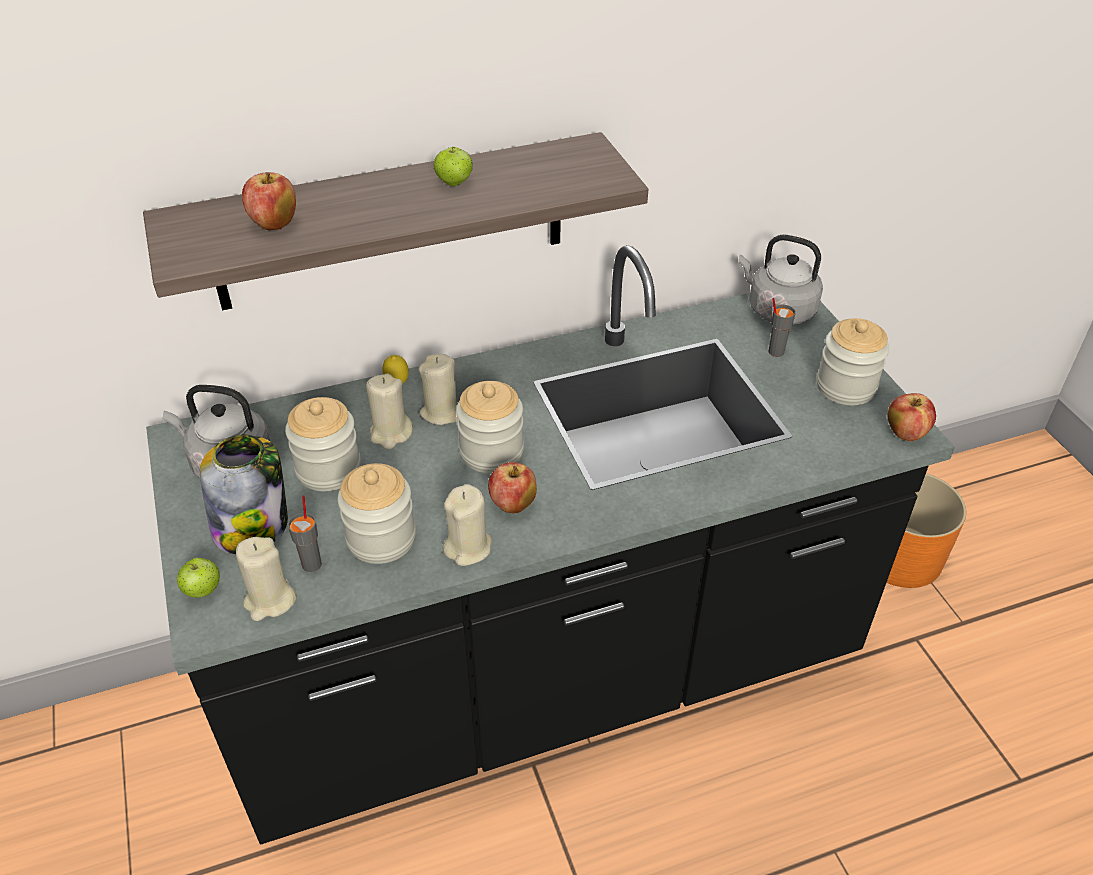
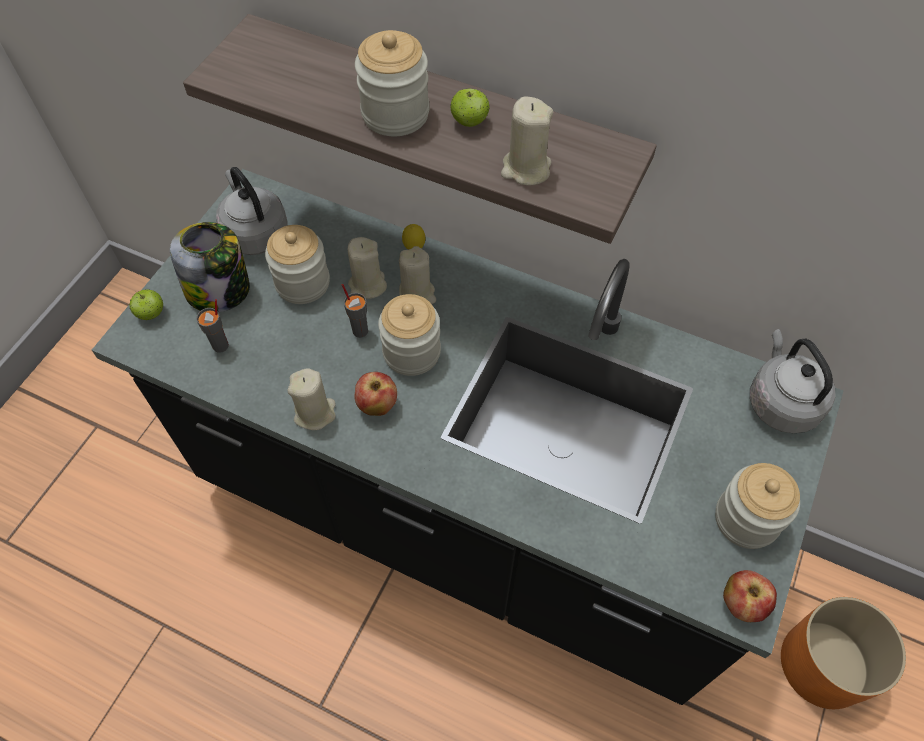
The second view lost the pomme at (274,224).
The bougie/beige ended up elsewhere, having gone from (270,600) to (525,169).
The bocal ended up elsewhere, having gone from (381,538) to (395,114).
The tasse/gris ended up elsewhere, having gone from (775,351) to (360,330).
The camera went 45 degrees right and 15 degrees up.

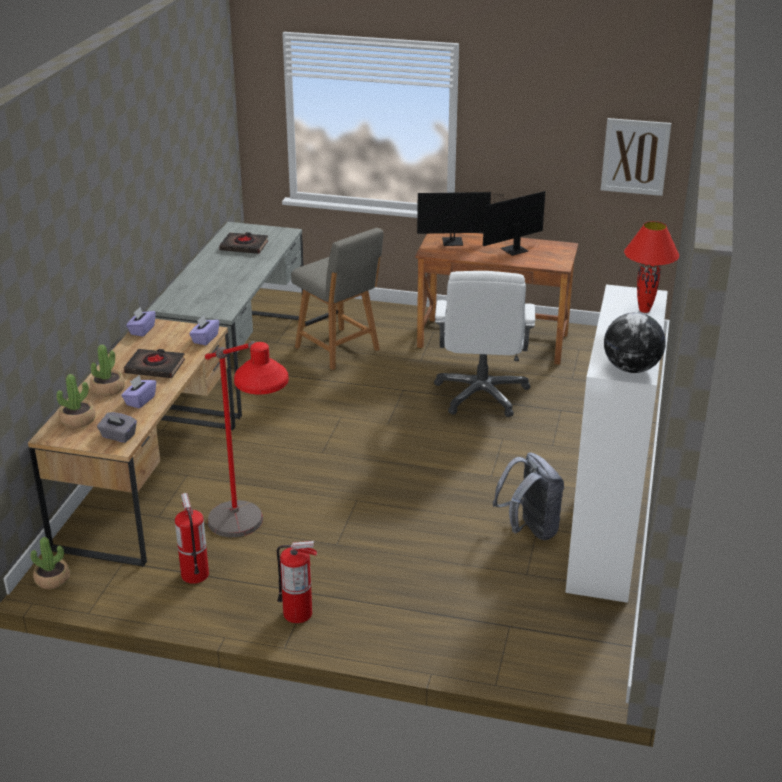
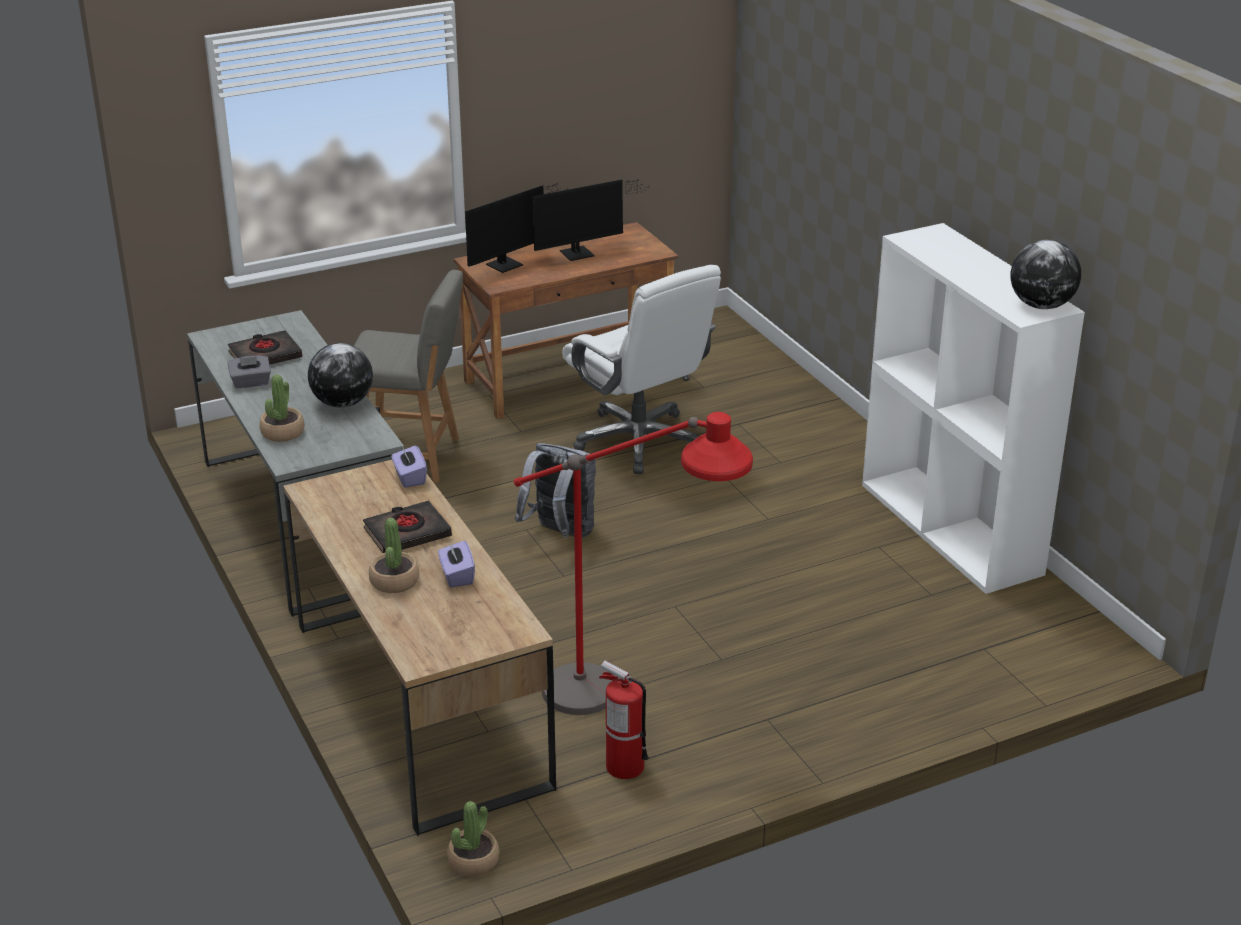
The second view lost the boîte à mouchoirs/violet at (142,330).
The second view lost the extincteur at (298,613).
The second view lost the tableau at (635,156).
The second view lost the lampe de table/rouge at (645,310).
The second view gained the globe at (343,403).
The plante en pot ended up elsewhere, having gone from (78,420) to (282,432).
The boîte à mouchoirs/gris ended up elsewhere, having gone from (118,436) to (251,383).
The sac à dos/gris ended up elsewhere, having gone from (529,530) to (560,534).
The écran d'ordinateur at (510,250) ended up facing another way, 135 degrees counterclockwise from before.
The camera went 40 degrees left and 0 degrees up.

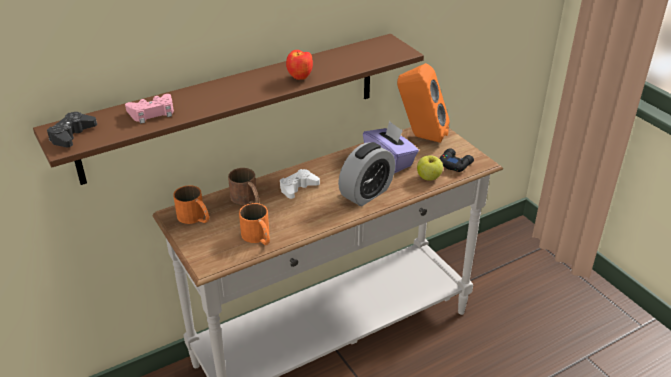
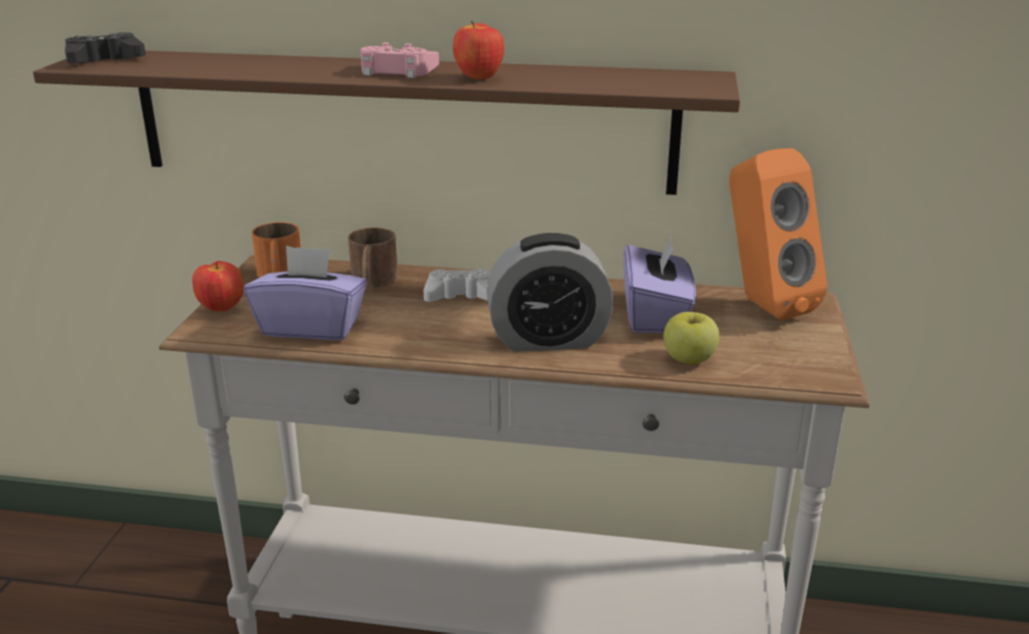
The second view lost the manette/noir at (455,164).
The second view gained the pomme at (222,309).
The manette/rose ended up elsewhere, having gone from (152,113) to (397,71).
Where the mug/orange stood at (258,237), the boîte à mouchoirs/violet came to stand at (311,327).
The camera went 40 degrees right and 10 degrees down.

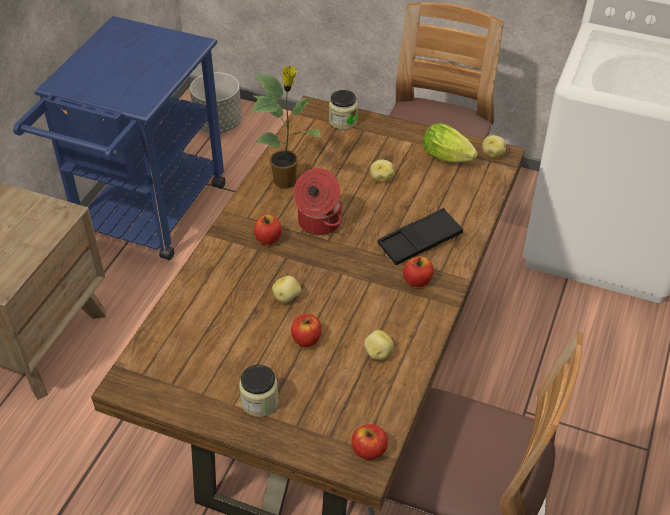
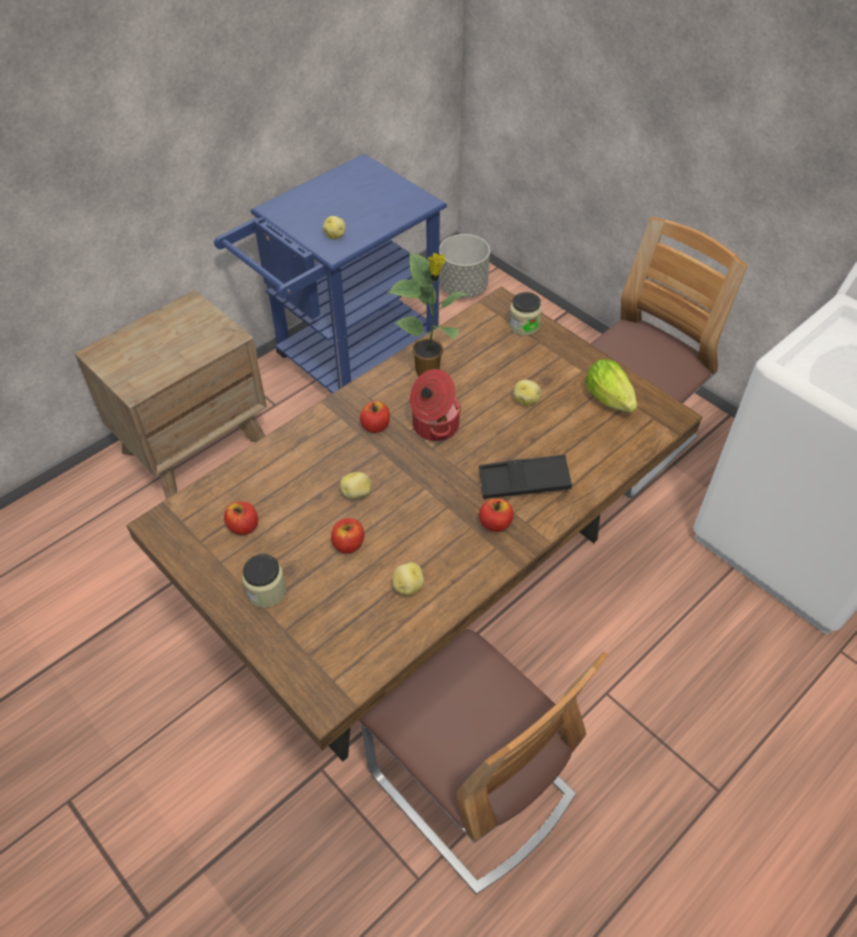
The pomme ended up elsewhere, having gone from (369,450) to (243,527).
The pomme de terre ended up elsewhere, having gone from (492,154) to (335,235).
The camera went 25 degrees right and 5 degrees up.

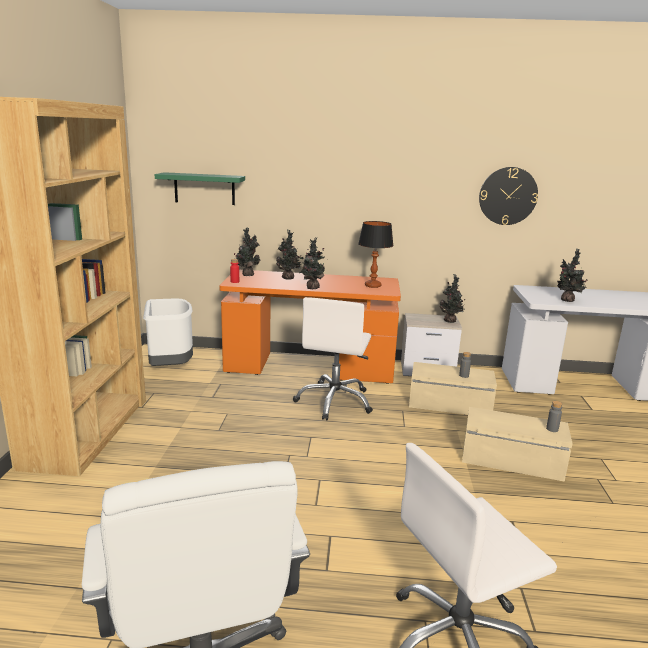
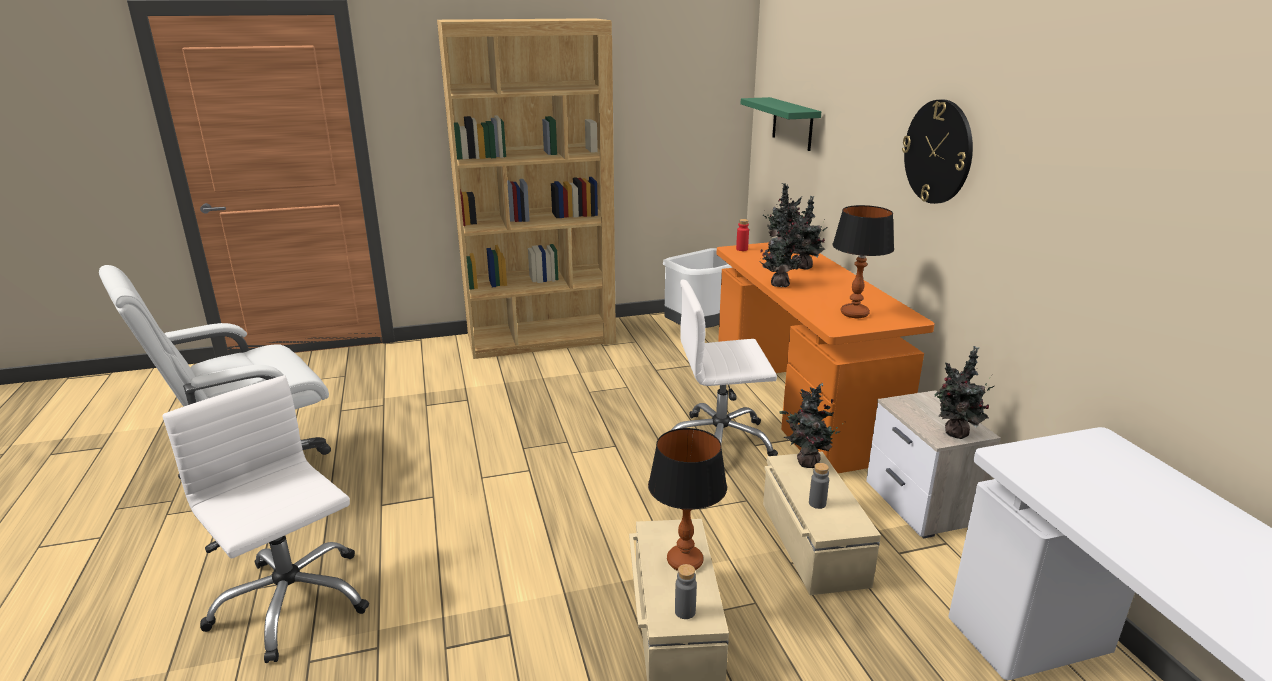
The second view gained the lampe de table at (684,561).
The horloge murale ended up elsewhere, having gone from (508,196) to (938,152).
The plante en pot ended up elsewhere, having gone from (567,300) to (806,463).
The camera went 70 degrees right and 5 degrees up.

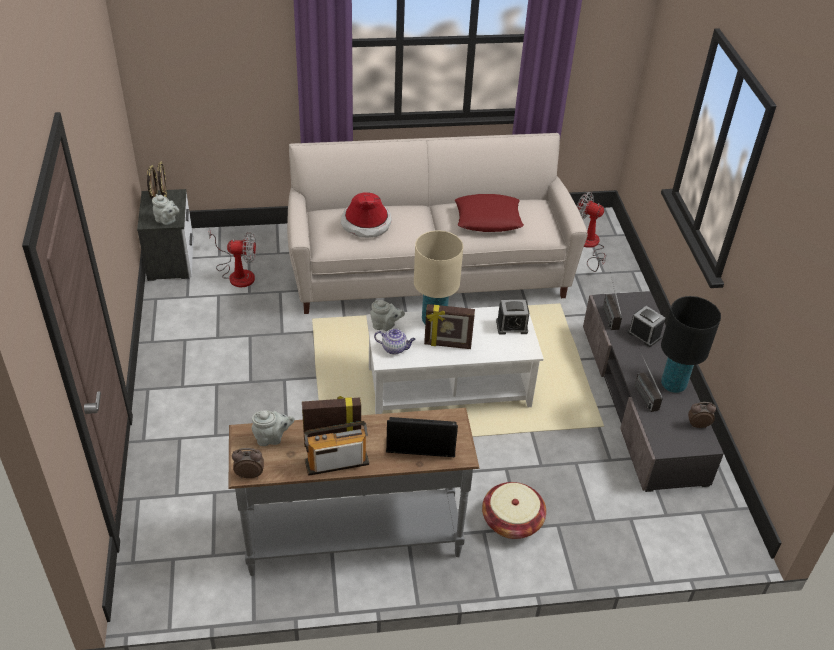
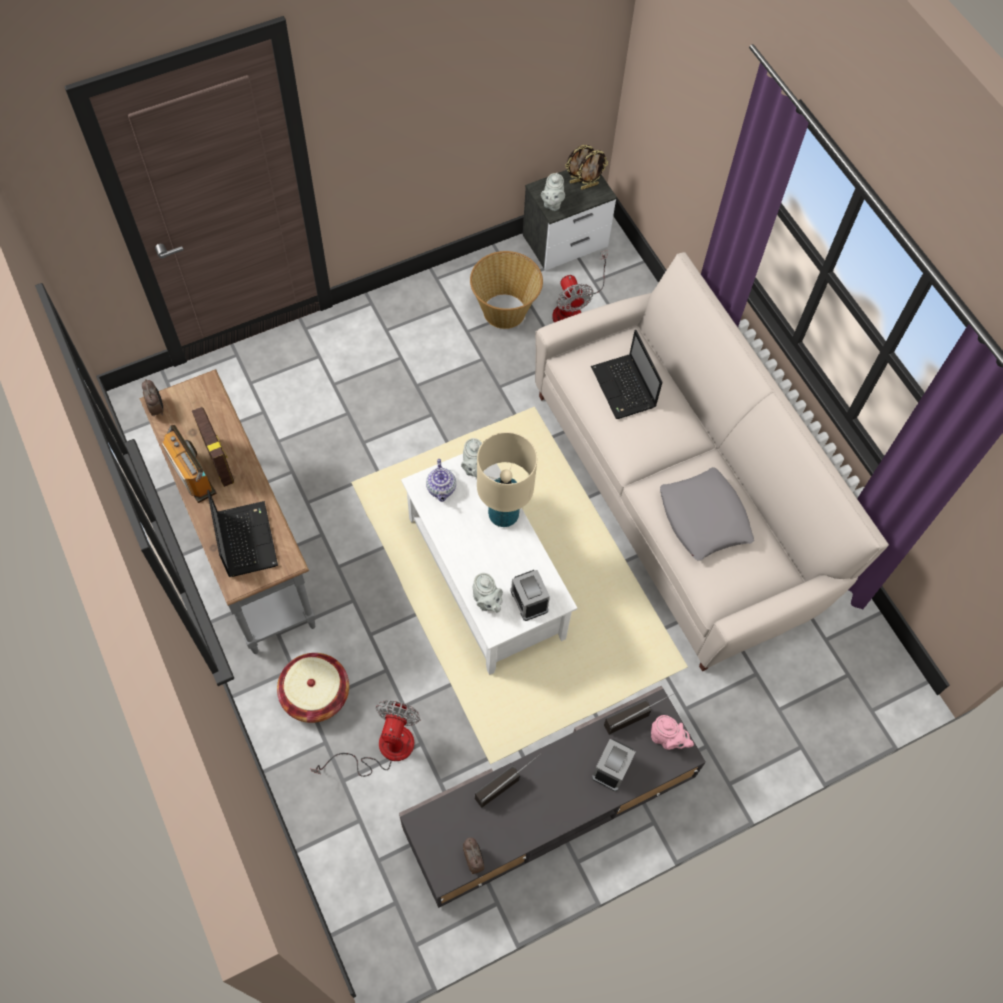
The second view lost the cadre photo at (447,345).
The second view lost the lampe de table/noir at (673,385).
The second view gained the panier at (505,310).
The second view gained the théière/rose at (667,739).
The théière/gris ended up elsewhere, having gone from (272,438) to (487,601).
The ventilateur ended up elsewhere, having gone from (589,246) to (383,749).
Where the chapeau stood at (366,223), the ordinateur portable came to stand at (624,388).
What was the coussin/rouge at (488,218) turned into the coussin/gris at (704,518).
The camera went 70 degrees right and 20 degrees up.

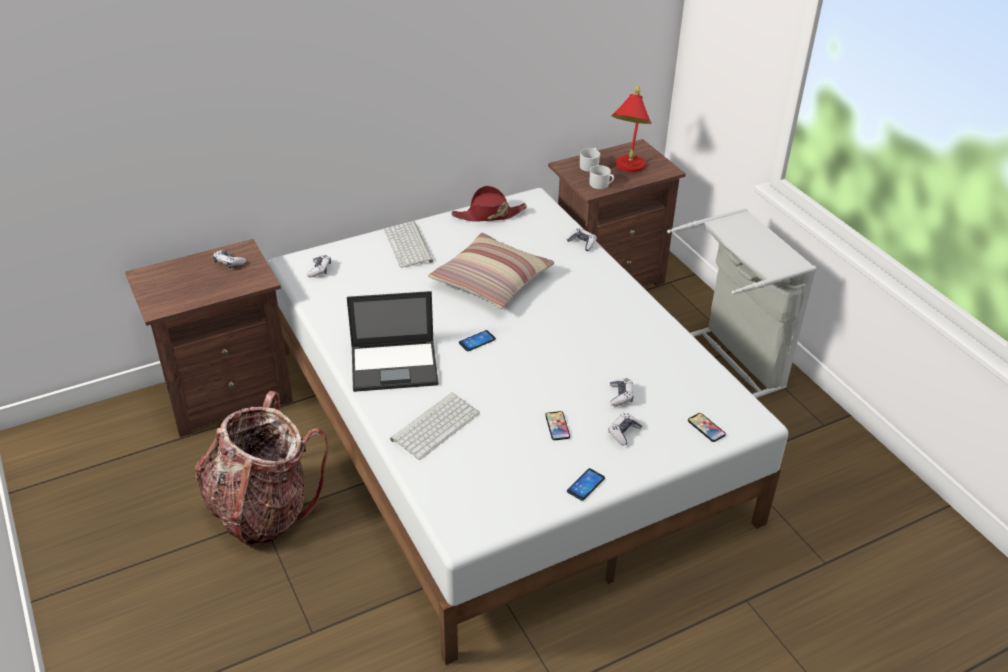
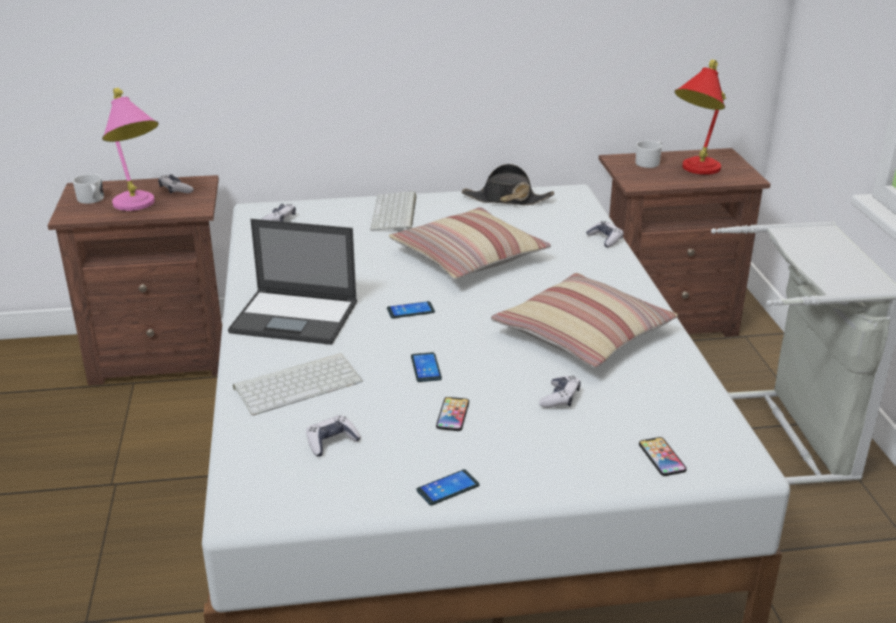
The second view lost the sac à dos at (263,510).
The second view gained the lampe de table/rose at (138,208).
The second view gained the téléphone at (426,368).
The second view gained the coussin at (583,335).
The mug/blanc ended up elsewhere, having gone from (601,185) to (91,200).
The manette ended up elsewhere, having gone from (624,432) to (331,442).
What was the chapeau/rouge at (488,215) turned into the chapeau/noir at (506,199).
The camera went 20 degrees right and 10 degrees down.

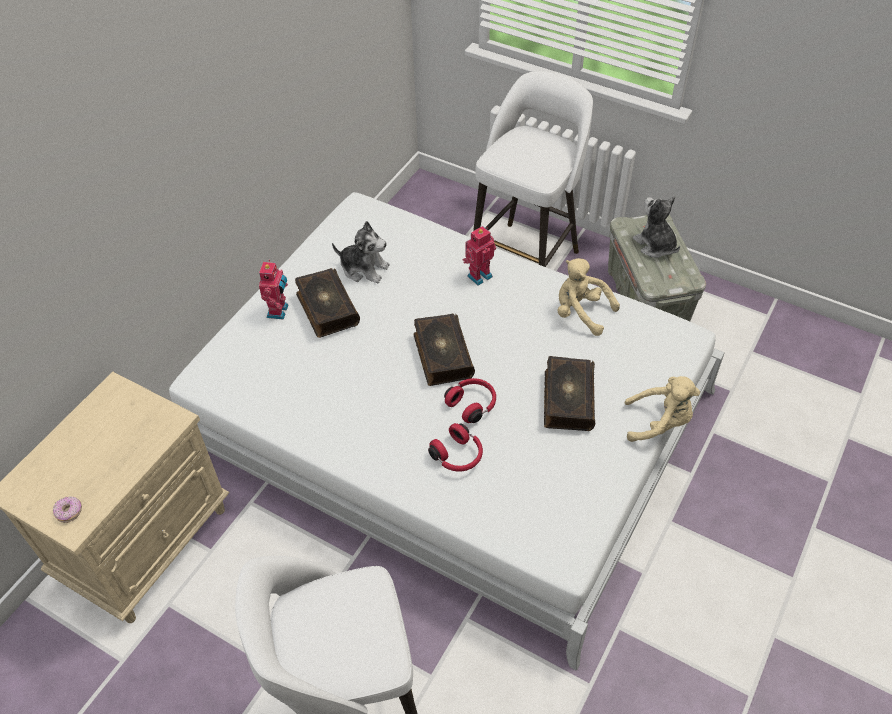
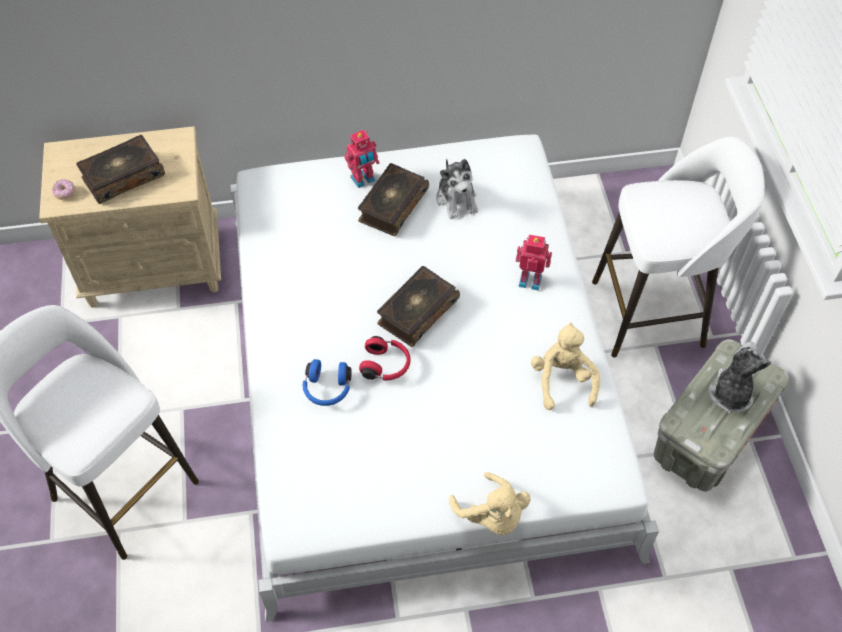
The livre ended up elsewhere, having gone from (567,400) to (123,176).
What was the casque audio/rouge at (458,456) turned into the casque audio/bleu at (327,389).
The camera went 50 degrees right and 5 degrees up.

